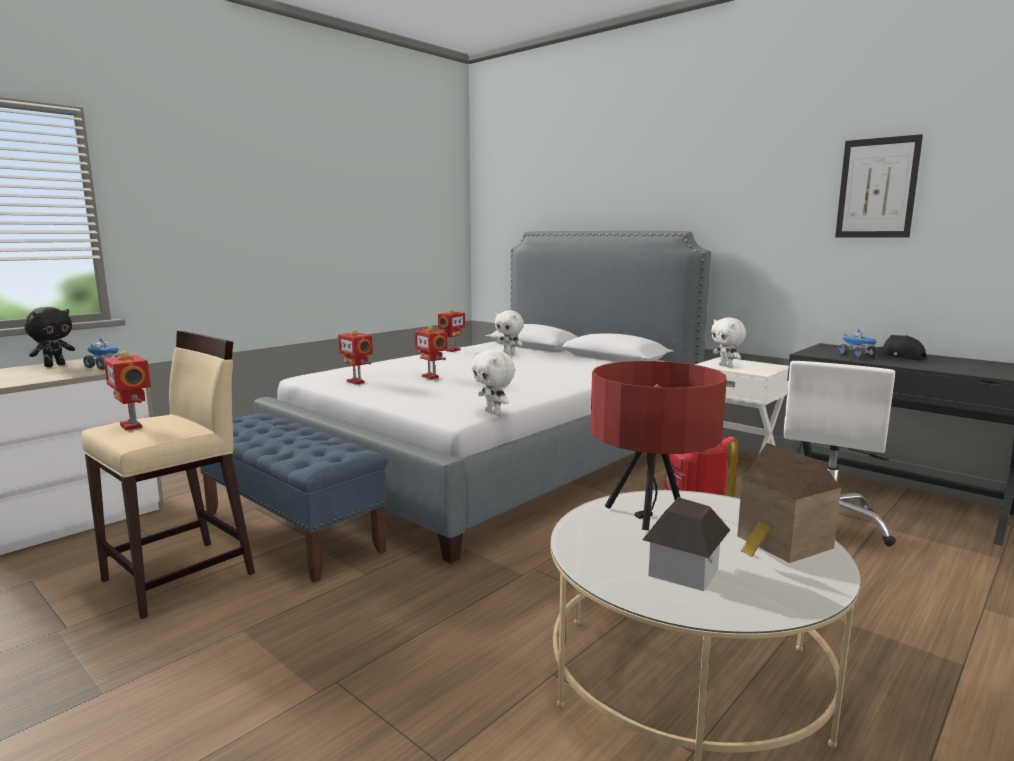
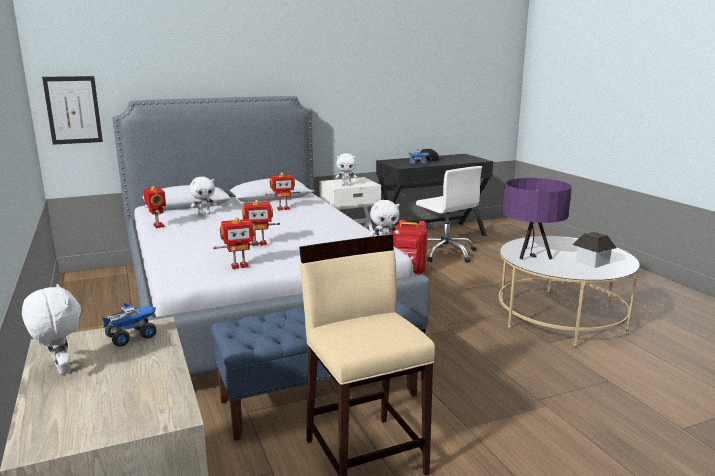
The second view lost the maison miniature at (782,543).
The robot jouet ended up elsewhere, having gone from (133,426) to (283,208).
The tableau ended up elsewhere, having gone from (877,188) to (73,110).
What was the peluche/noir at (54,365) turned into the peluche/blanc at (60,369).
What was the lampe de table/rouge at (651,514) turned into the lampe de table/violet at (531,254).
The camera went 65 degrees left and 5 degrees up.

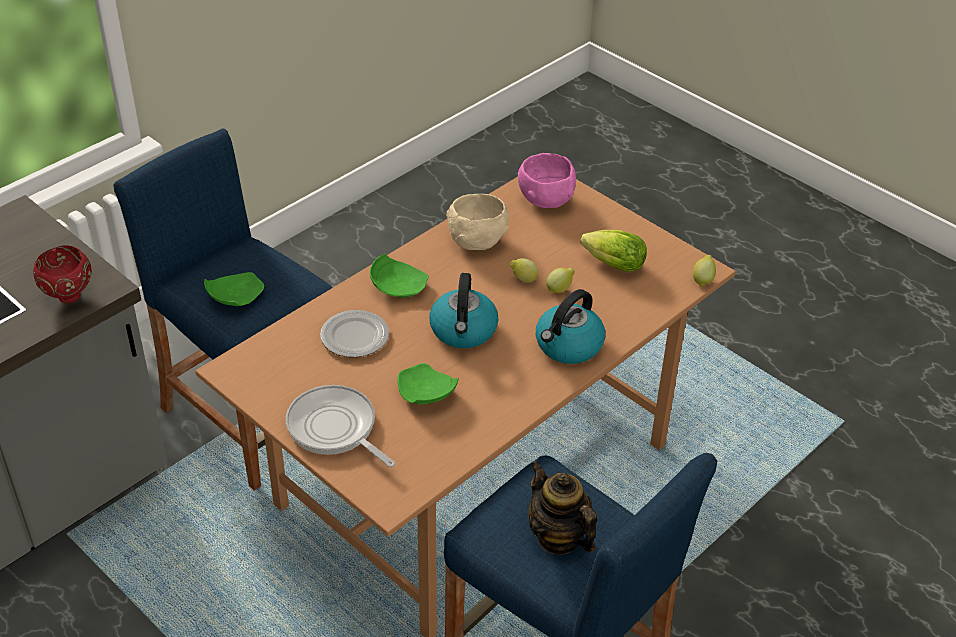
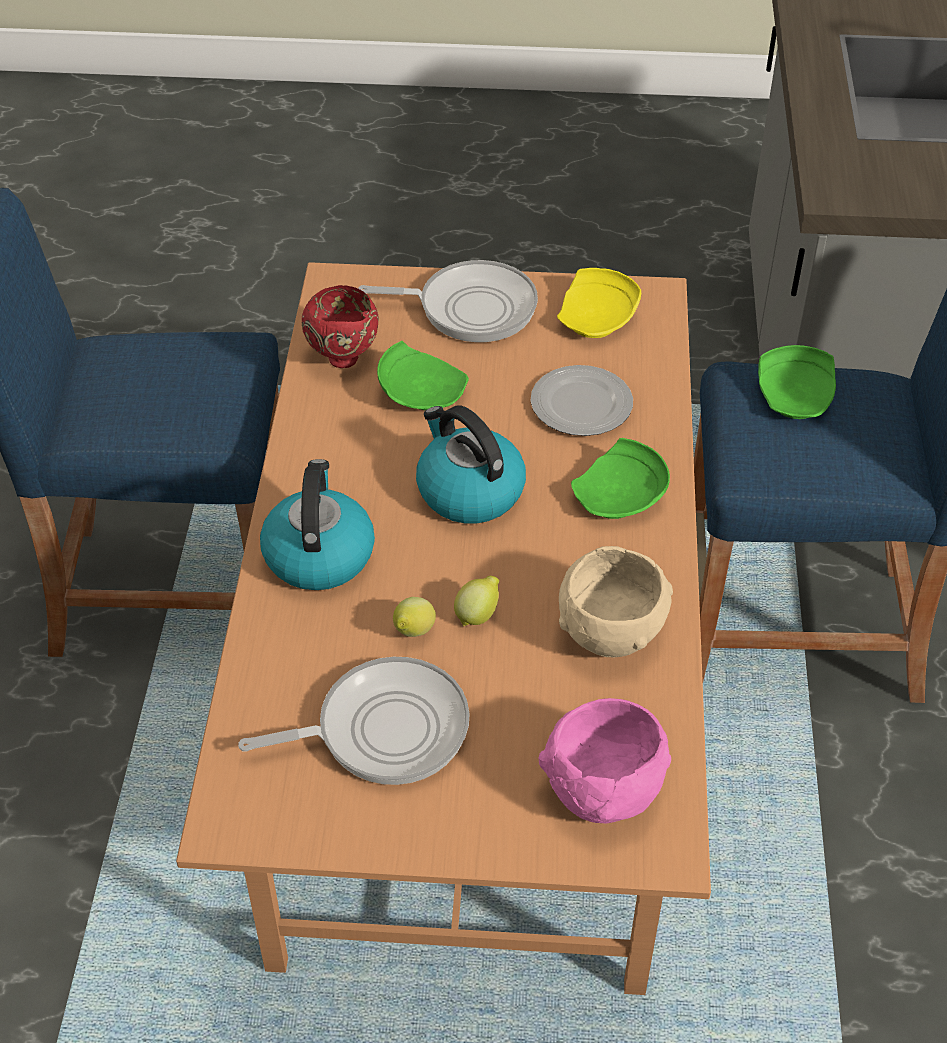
The second view lost the théière at (558,536).
The second view lost the citron at (703,280).
The second view gained the assiette/jaune at (597,319).
The bol/rouge ended up elsewhere, having gone from (68,298) to (343,357).
Where the laitue stood at (610,264), the poêle came to stand at (383,729).
The camera went 140 degrees right and 5 degrees up.

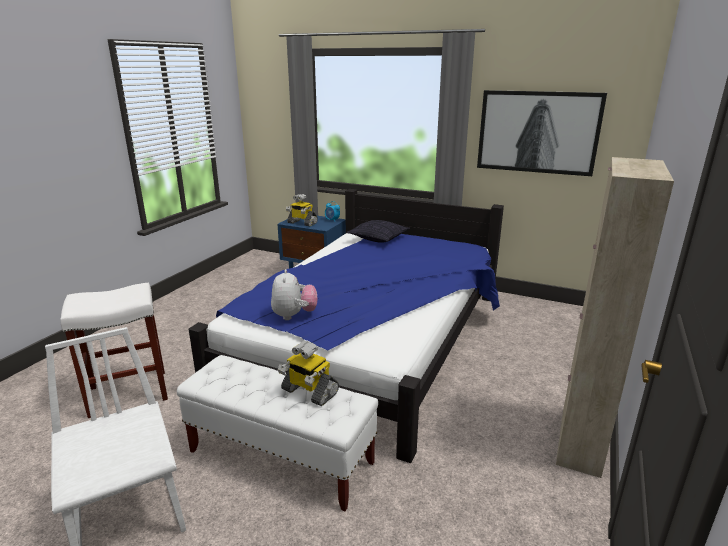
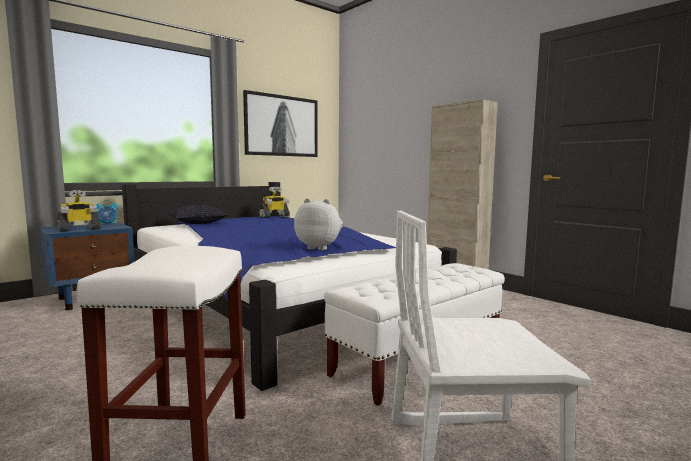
The robot jouet ended up elsewhere, having gone from (309,392) to (274,216).
The camera went 65 degrees left and 15 degrees down.

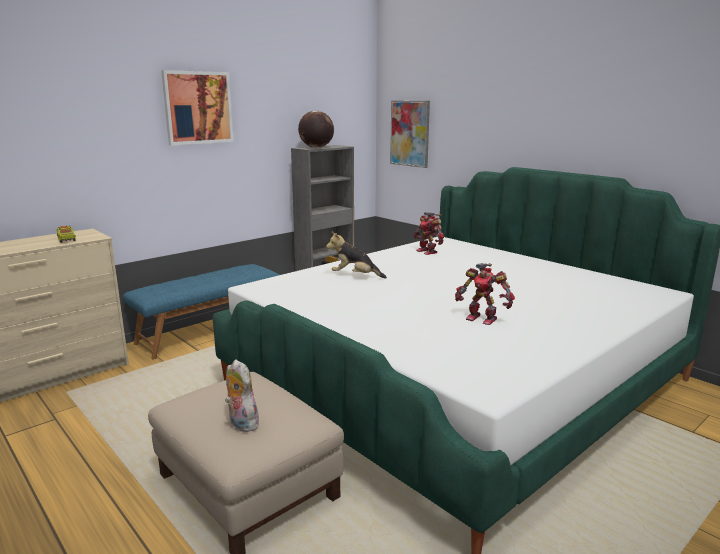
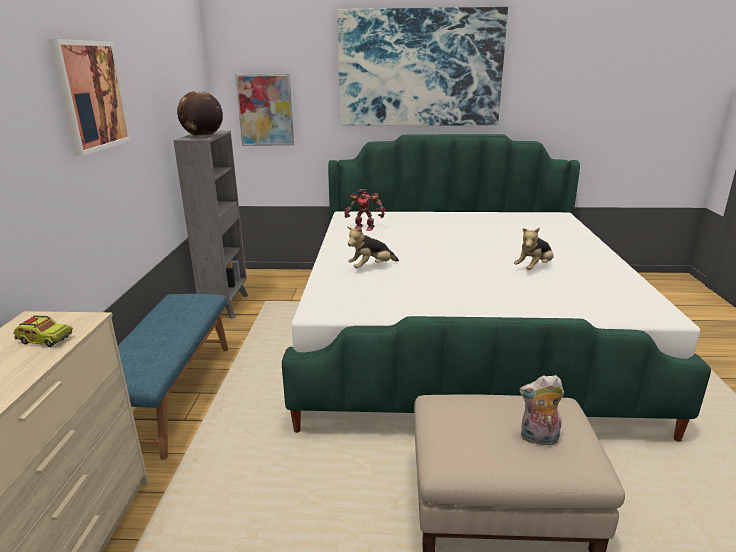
The second view gained the tableau at (419,68).
Where the robot jouet stood at (482,318), the peluche came to stand at (534,268).
The camera went 45 degrees left and 5 degrees up.

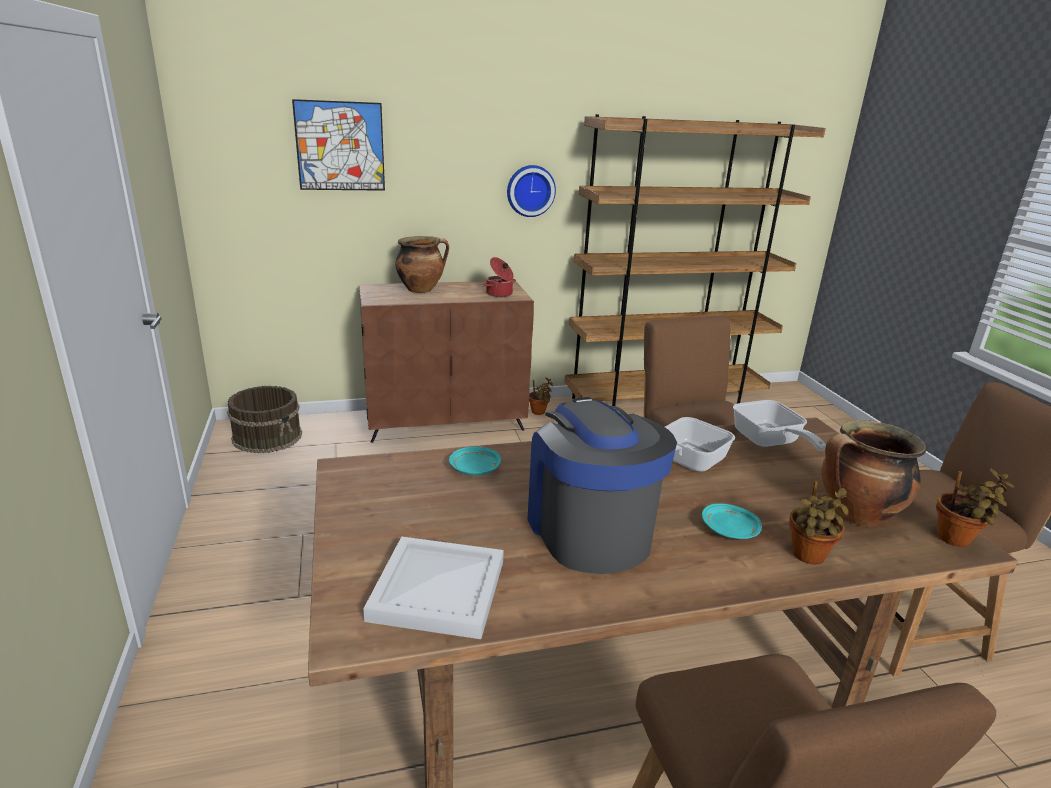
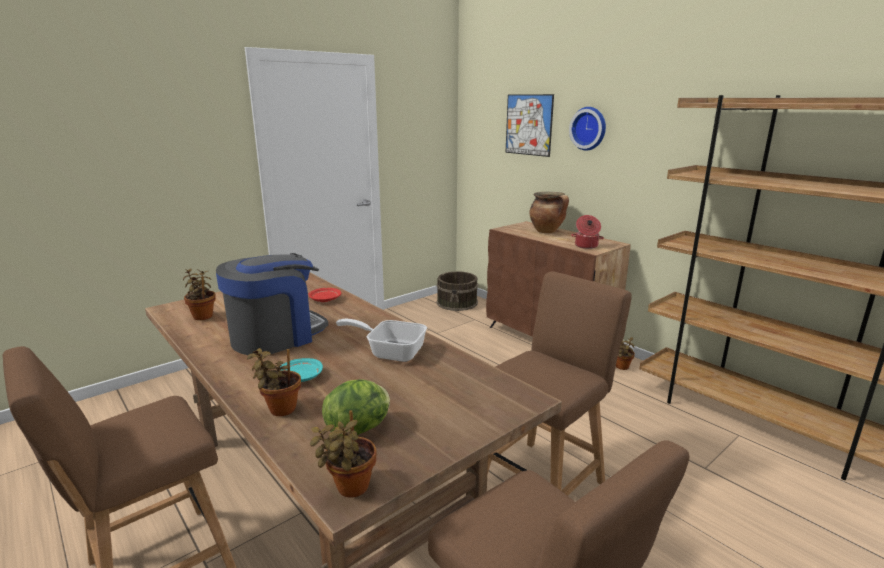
The second view lost the poêle at (769,442).
The horloge murale ended up elsewhere, having gone from (530,190) to (589,128).
Where the plateau/blanc stood at (439,591), the plante en pot came to stand at (203,316).
Where the marmite stood at (856,516), the laitue came to stand at (359,429).
What was the assiette/turquoise at (474,469) turned into the assiette/rouge at (324,299).
The camera went 65 degrees right and 5 degrees down.

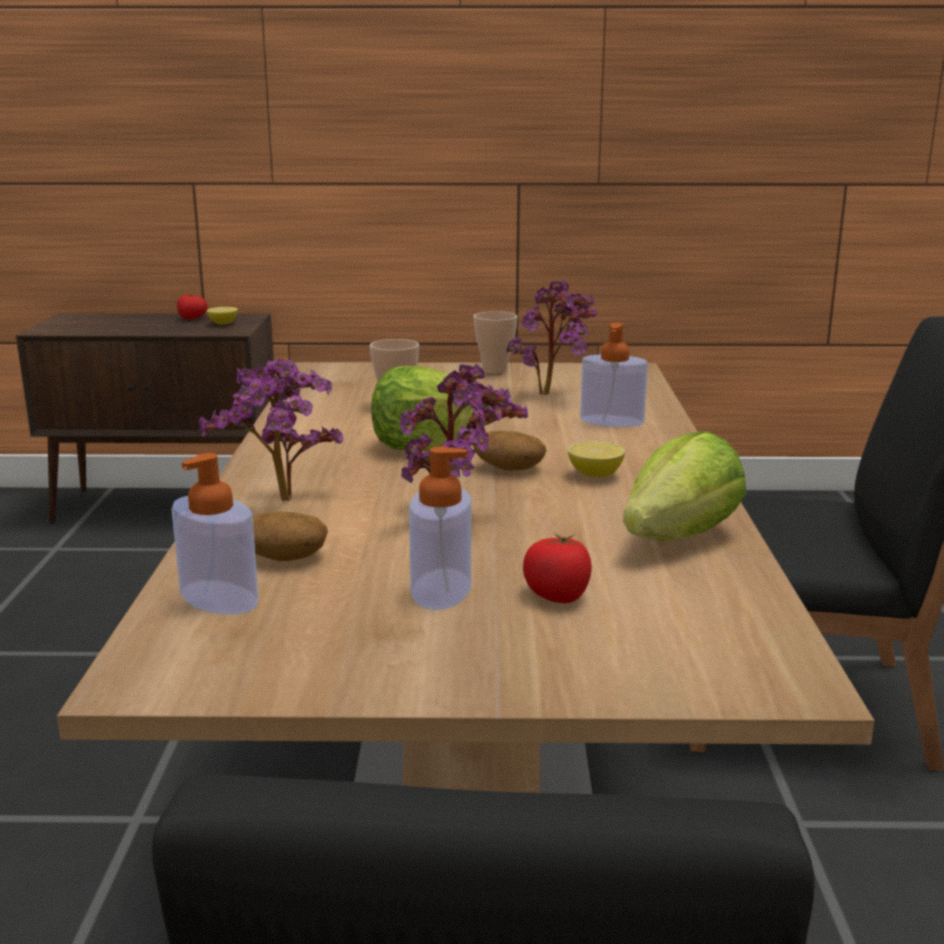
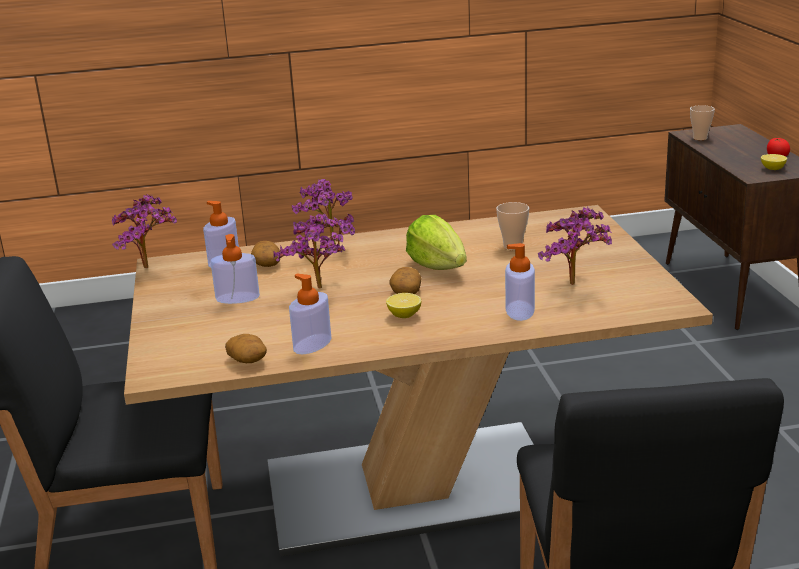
The second view lost the tomate at (558,595).
The second view gained the plante en pot at (150,269).
The second view gained the pomme de terre at (248,360).
The tasse ended up elsewhere, having gone from (494,371) to (700,138).
Where the laitue stood at (679,537), the distributeur de savon came to stand at (312,344).
The camera went 80 degrees right and 5 degrees up.

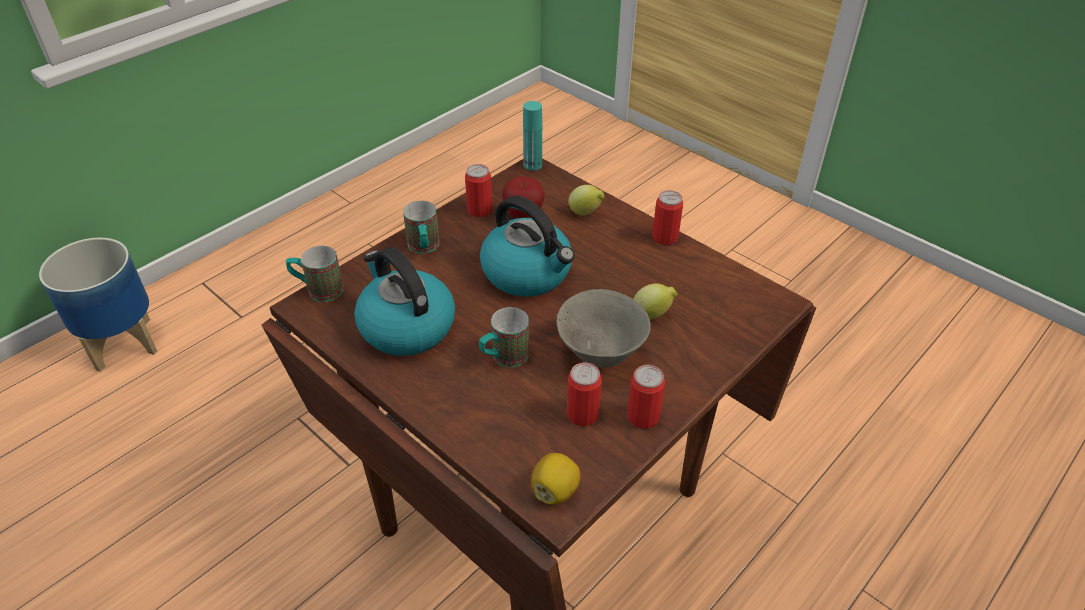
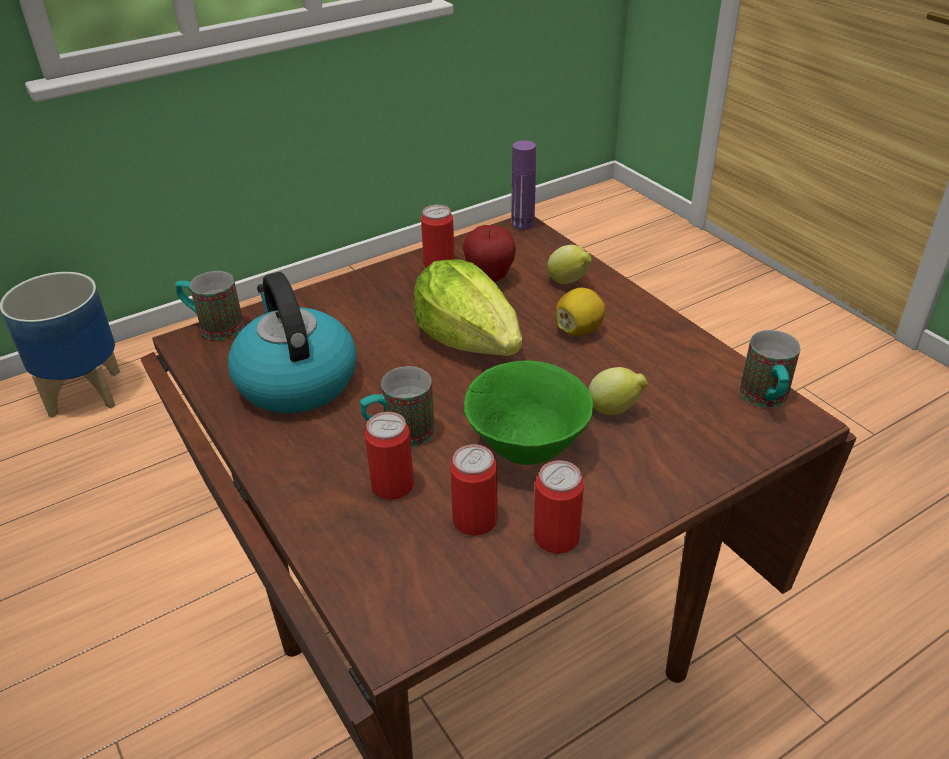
The mug ended up elsewhere, having gone from (424,248) to (766,400).
The citron ended up elsewhere, having gone from (555,490) to (579,330).
The boîte métallique ended up elsewhere, having gone from (665,237) to (392,485).
Where the bouilloire stood at (528,273), the laitue came to stand at (470,340).
What was the bouteille/turquoise at (532,165) turned into the bouteille/violet at (522,224).
What was the bol/gris at (601,354) turned into the bol/vert at (528,449).
The camera went 15 degrees right and 5 degrees down.

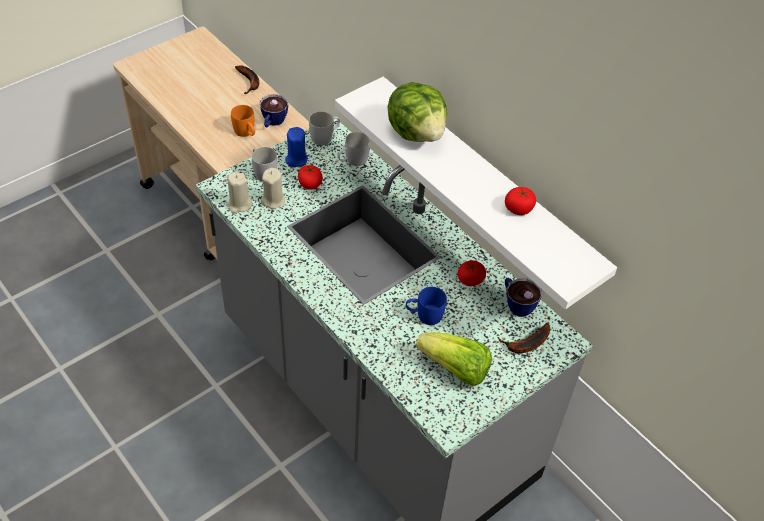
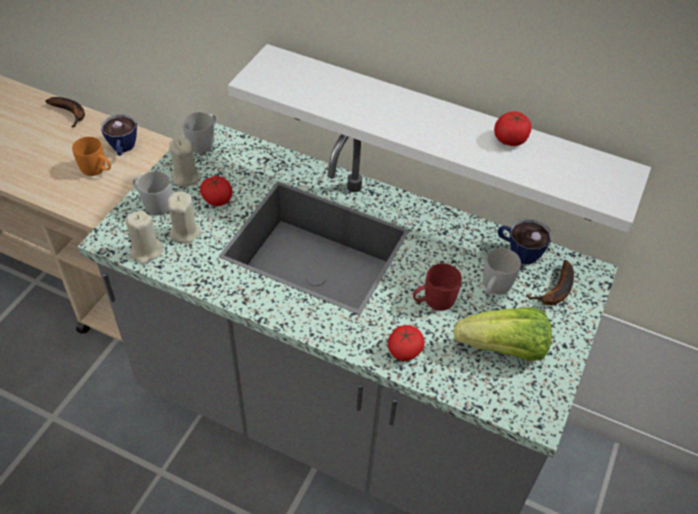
The second view lost the laitue at (417,132).
The mug/blanc ended up elsewhere, having gone from (352,161) to (494,288).
The tomate ended up elsewhere, having gone from (470,279) to (404,350).
What was the bougie/bleu at (296,159) turned into the bougie/beige at (185,177).
What was the mug/bleu at (424,315) turned into the mug/rouge at (433,301).
The camera went 25 degrees left and 0 degrees up.

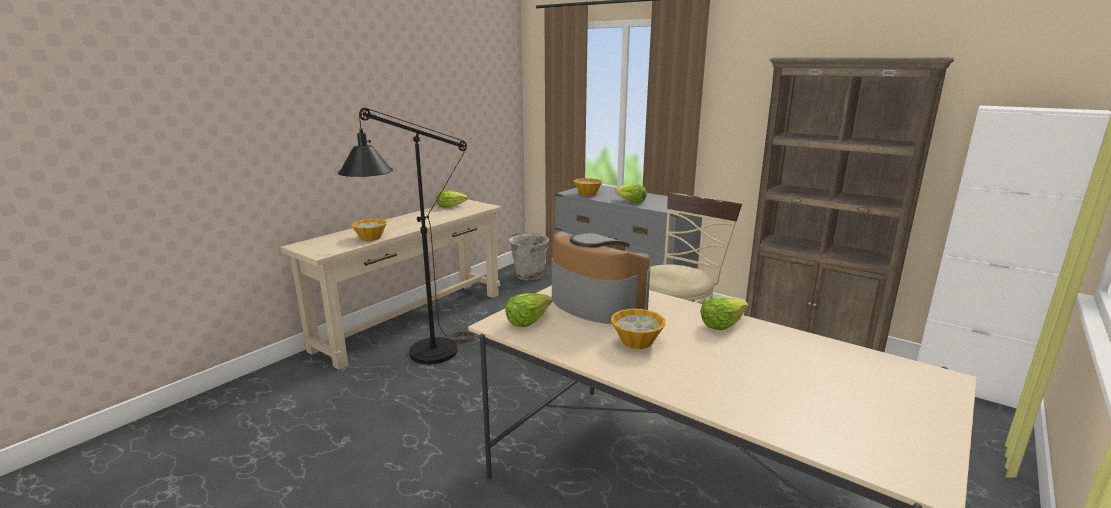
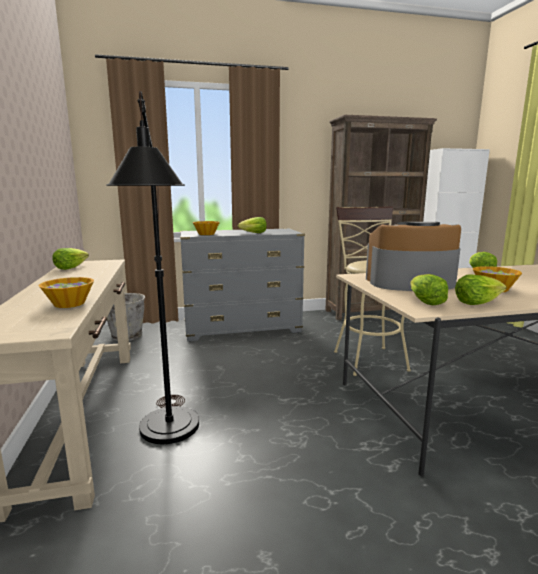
The second view gained the laitue at (476,302).
The camera went 50 degrees left and 5 degrees down.

